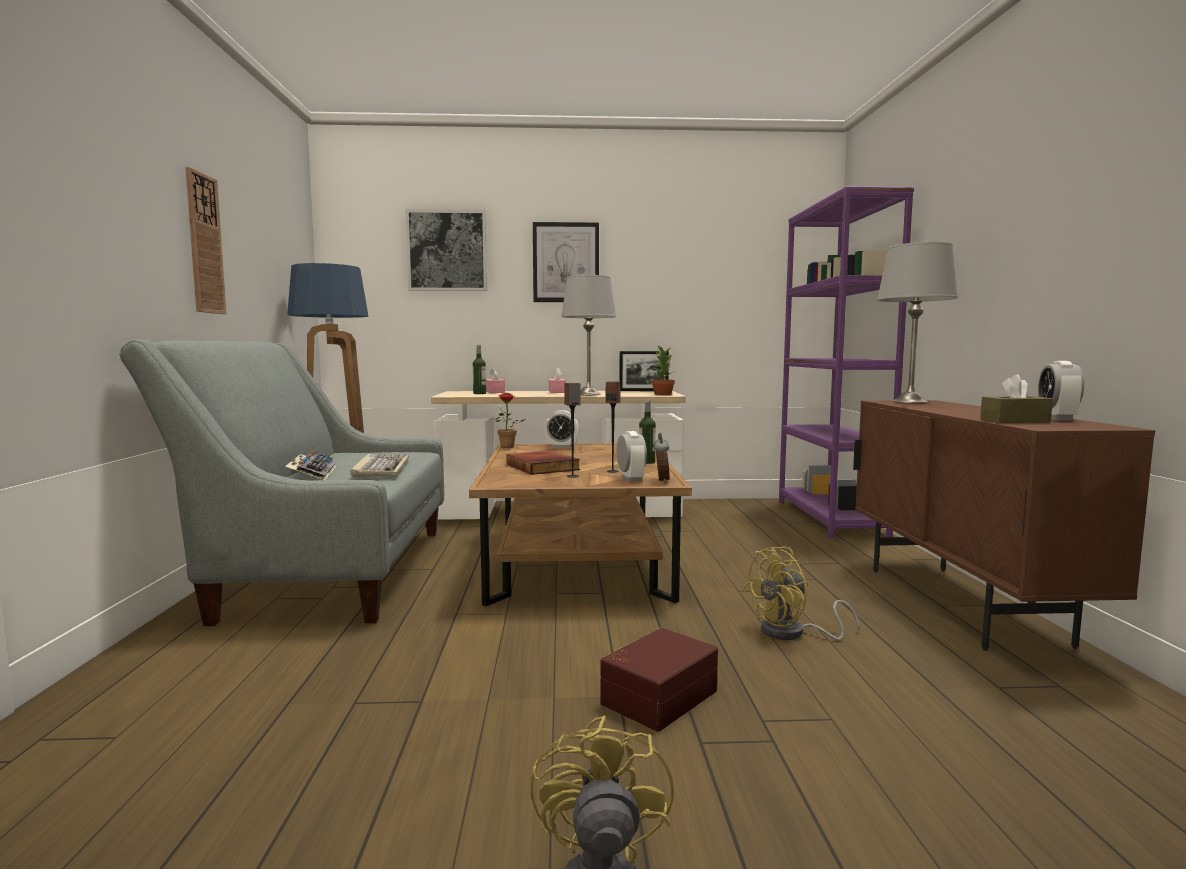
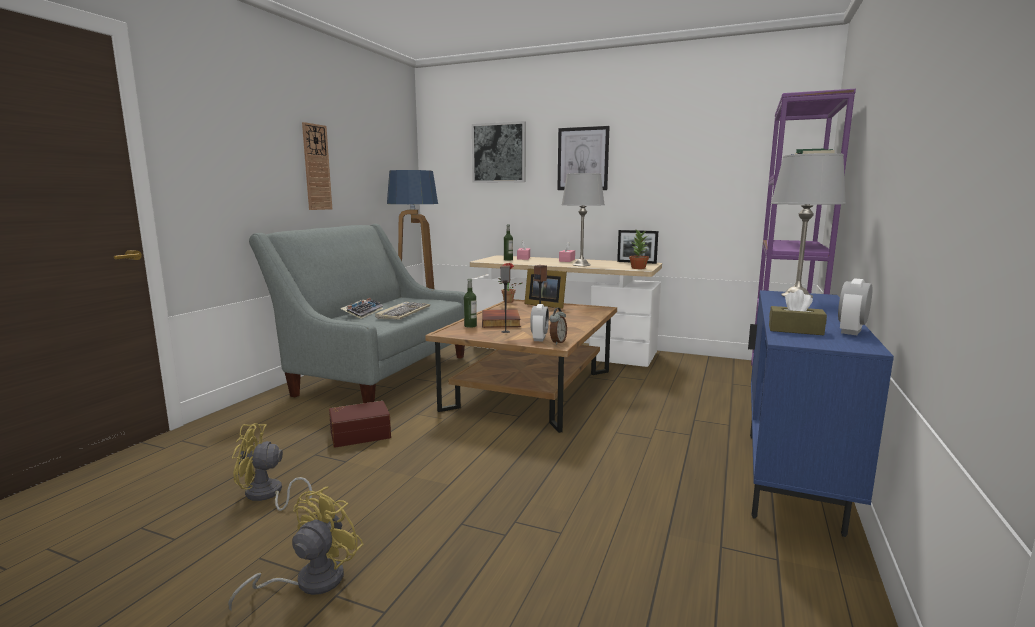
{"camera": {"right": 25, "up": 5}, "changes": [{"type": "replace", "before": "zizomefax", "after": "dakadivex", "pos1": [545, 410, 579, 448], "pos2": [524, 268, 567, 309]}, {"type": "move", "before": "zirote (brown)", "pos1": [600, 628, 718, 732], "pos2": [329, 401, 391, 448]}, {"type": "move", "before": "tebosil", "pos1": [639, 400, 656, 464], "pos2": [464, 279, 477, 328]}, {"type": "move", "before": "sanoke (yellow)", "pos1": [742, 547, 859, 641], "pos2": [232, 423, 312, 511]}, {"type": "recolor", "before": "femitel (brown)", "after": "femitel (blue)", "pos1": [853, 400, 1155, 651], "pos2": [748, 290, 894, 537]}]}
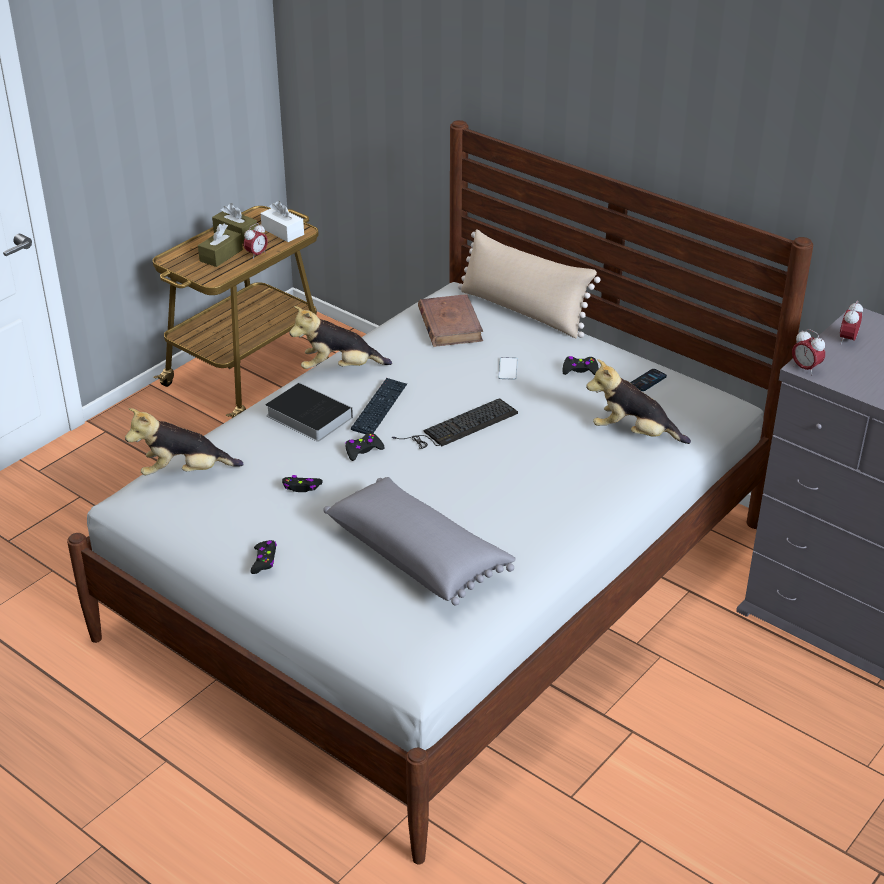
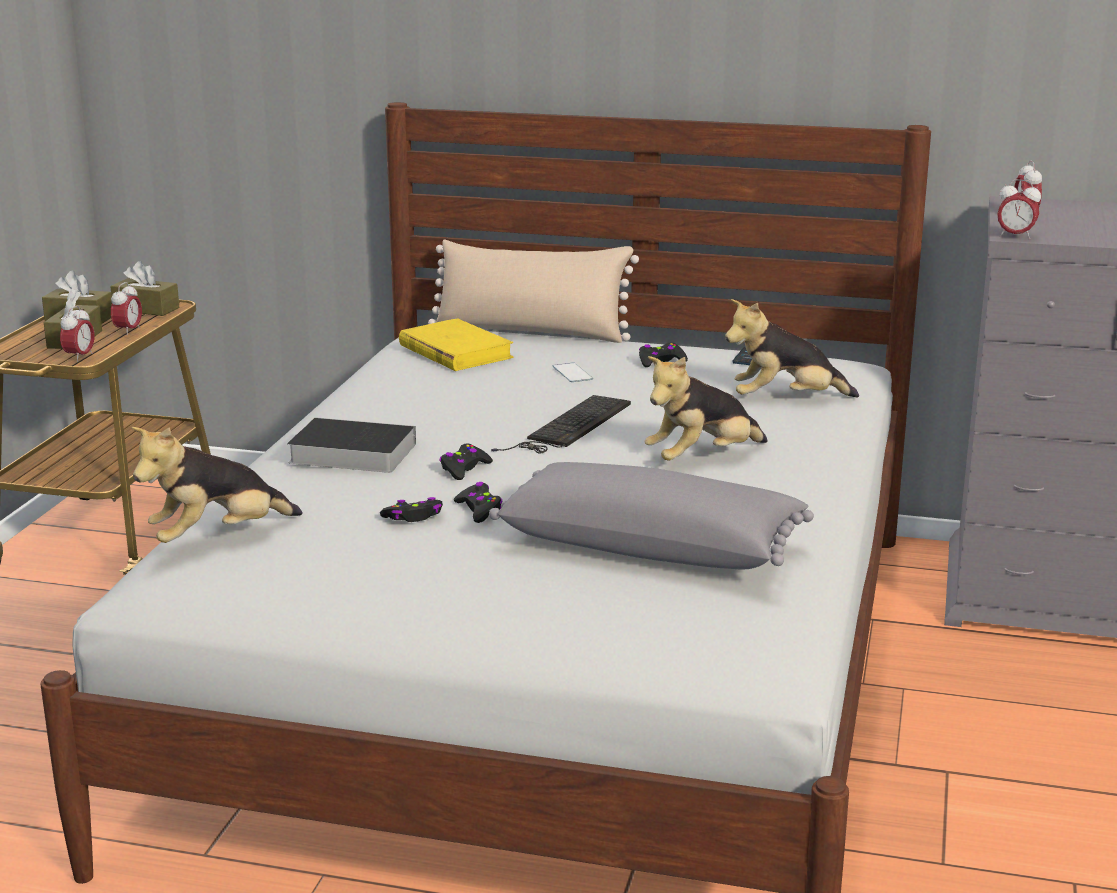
{"camera": {"right": -25, "up": -15}, "changes": [{"type": "move", "before": "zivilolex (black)", "pos1": [250, 540, 277, 574], "pos2": [454, 482, 503, 523]}, {"type": "recolor", "before": "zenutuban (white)", "after": "zenutuban (brown)", "pos1": [261, 201, 304, 242], "pos2": [110, 261, 179, 316]}, {"type": "move", "before": "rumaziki", "pos1": [289, 306, 392, 369], "pos2": [645, 356, 768, 461]}, {"type": "delete", "before": "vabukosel", "pos1": [351, 378, 407, 434]}, {"type": "recolor", "before": "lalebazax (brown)", "after": "lalebazax (yellow)", "pos1": [418, 294, 483, 347], "pos2": [399, 318, 514, 371]}, {"type": "insert", "after": "zizomefax", "pos2": [60, 306, 95, 362]}]}
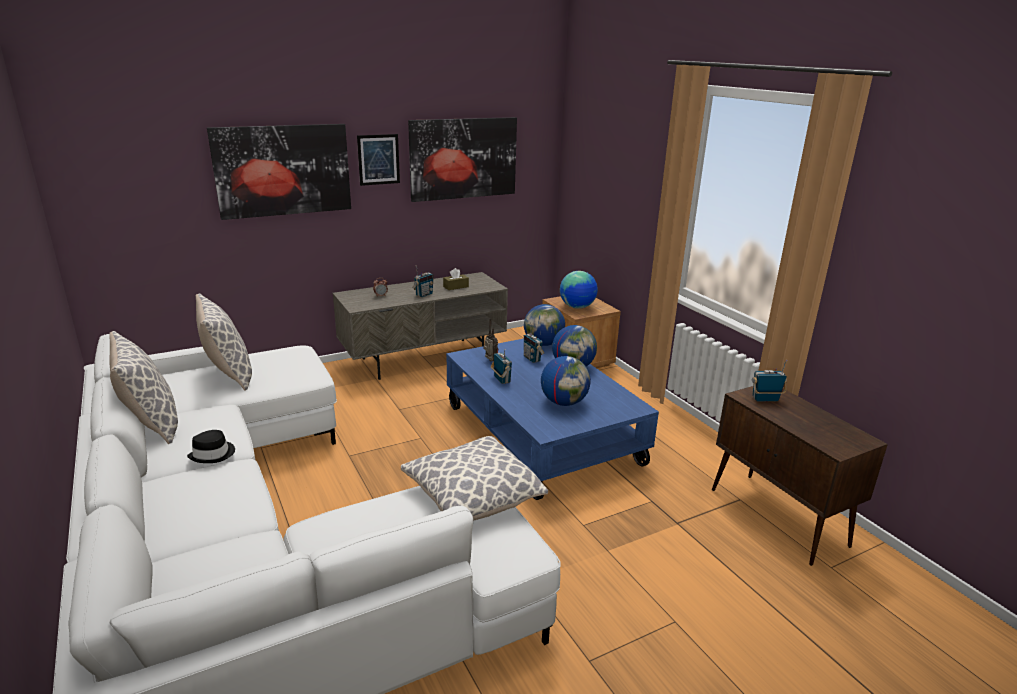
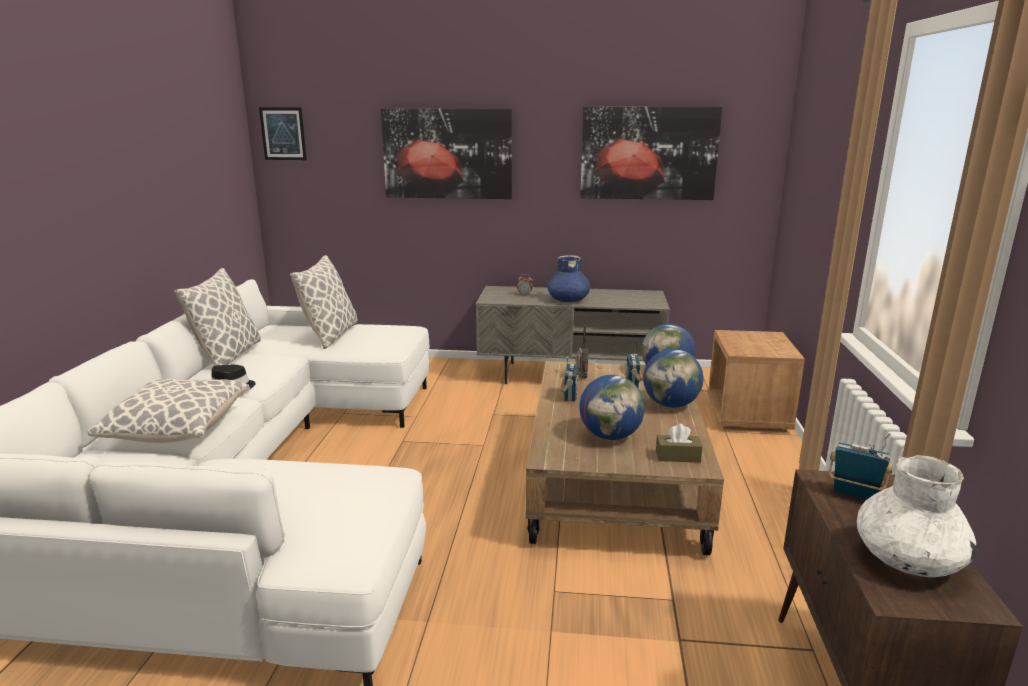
{"camera": {"right": 35, "up": -5}, "changes": [{"type": "move", "before": "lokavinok", "pos1": [357, 134, 400, 186], "pos2": [259, 107, 307, 160]}, {"type": "move", "before": "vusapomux", "pos1": [401, 436, 548, 521], "pos2": [87, 379, 250, 443]}, {"type": "replace", "before": "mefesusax", "after": "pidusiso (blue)", "pos1": [412, 266, 434, 297], "pos2": [548, 256, 590, 302]}, {"type": "move", "before": "zenutuban (brown)", "pos1": [443, 268, 469, 290], "pos2": [656, 424, 702, 463]}, {"type": "recolor", "before": "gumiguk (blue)", "after": "gumiguk (brown)", "pos1": [446, 339, 659, 500], "pos2": [526, 361, 724, 555]}, {"type": "delete", "before": "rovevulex", "pos1": [560, 271, 598, 309]}, {"type": "insert", "after": "pidusiso (white)", "pos2": [857, 455, 977, 577]}]}
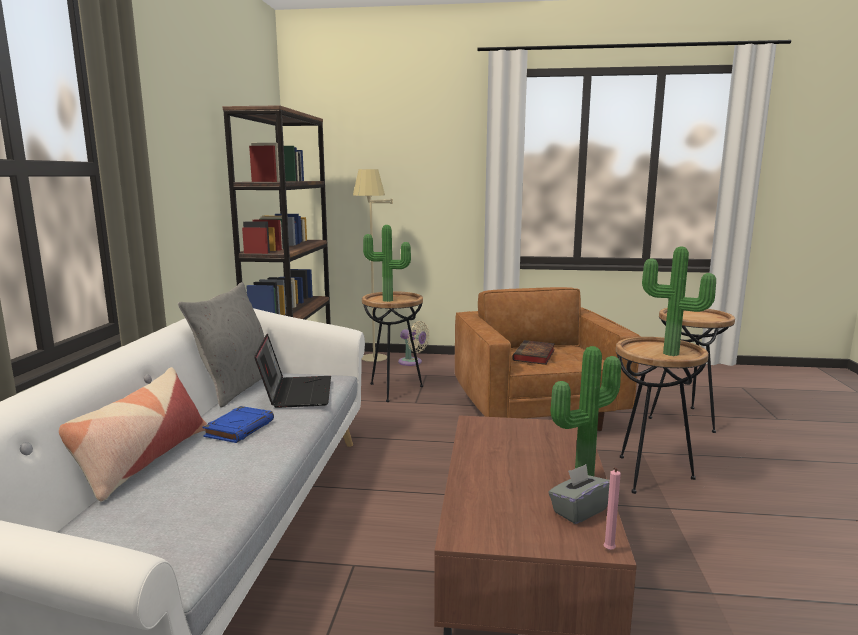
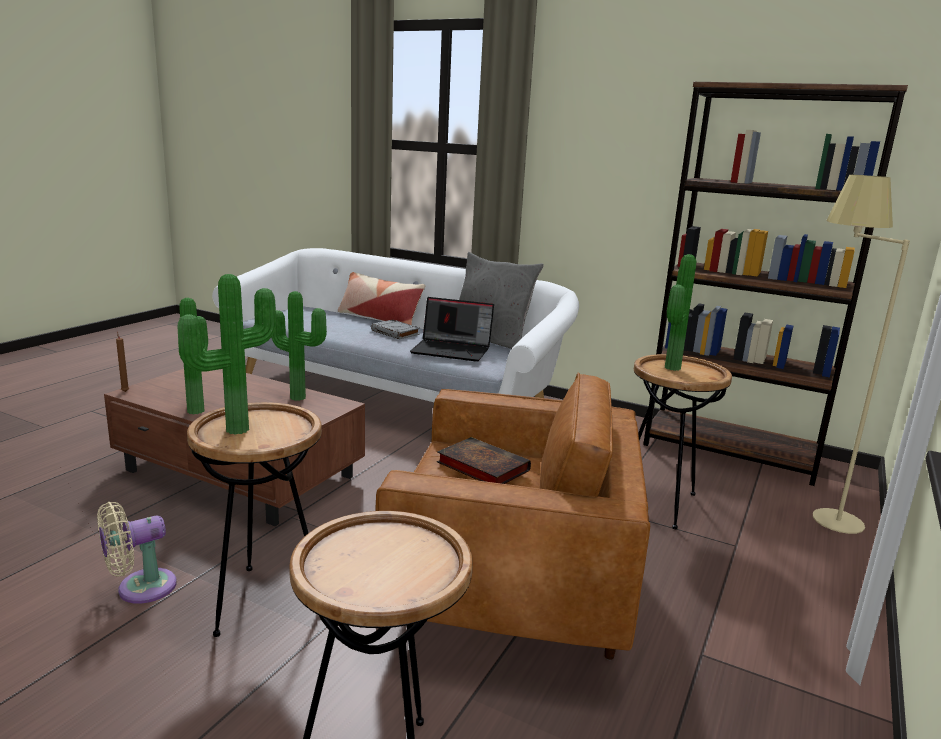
{"camera": {"right": 110, "up": 5}, "changes": [{"type": "recolor", "before": "lalebazax (blue)", "after": "lalebazax (grey)", "pos1": [202, 406, 274, 443], "pos2": [371, 320, 420, 339]}, {"type": "move", "before": "sanoke (beige)", "pos1": [398, 321, 429, 366], "pos2": [97, 502, 177, 604]}, {"type": "delete", "before": "zenutuban (grey)", "pos1": [548, 464, 610, 524]}, {"type": "recolor", "before": "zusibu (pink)", "after": "zusibu (brown)", "pos1": [604, 467, 621, 550], "pos2": [116, 331, 129, 392]}, {"type": "insert", "after": "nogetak", "pos2": [271, 291, 327, 401]}]}
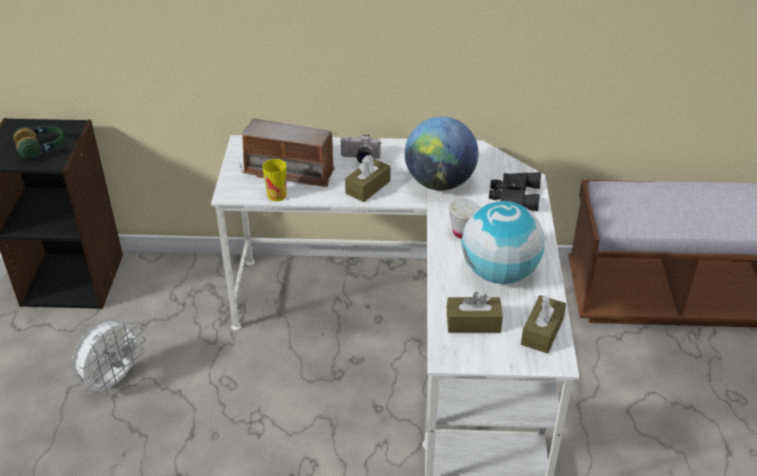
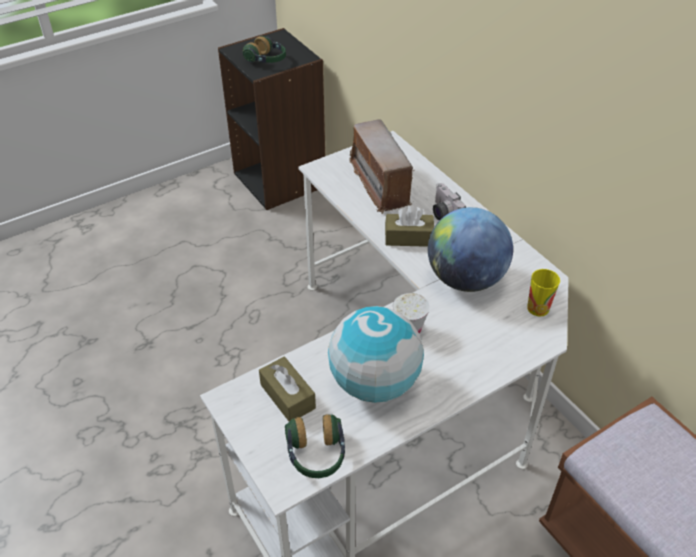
{"camera": {"right": 55, "up": 5}, "changes": [{"type": "delete", "before": "sanoke (white)", "pos1": [72, 317, 146, 396]}, {"type": "move", "before": "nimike", "pos1": [262, 159, 287, 201], "pos2": [527, 269, 560, 317]}, {"type": "delete", "before": "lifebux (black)", "pos1": [489, 172, 541, 211]}, {"type": "replace", "before": "zenutuban (brown)", "after": "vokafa", "pos1": [521, 295, 566, 354], "pos2": [285, 414, 345, 478]}]}
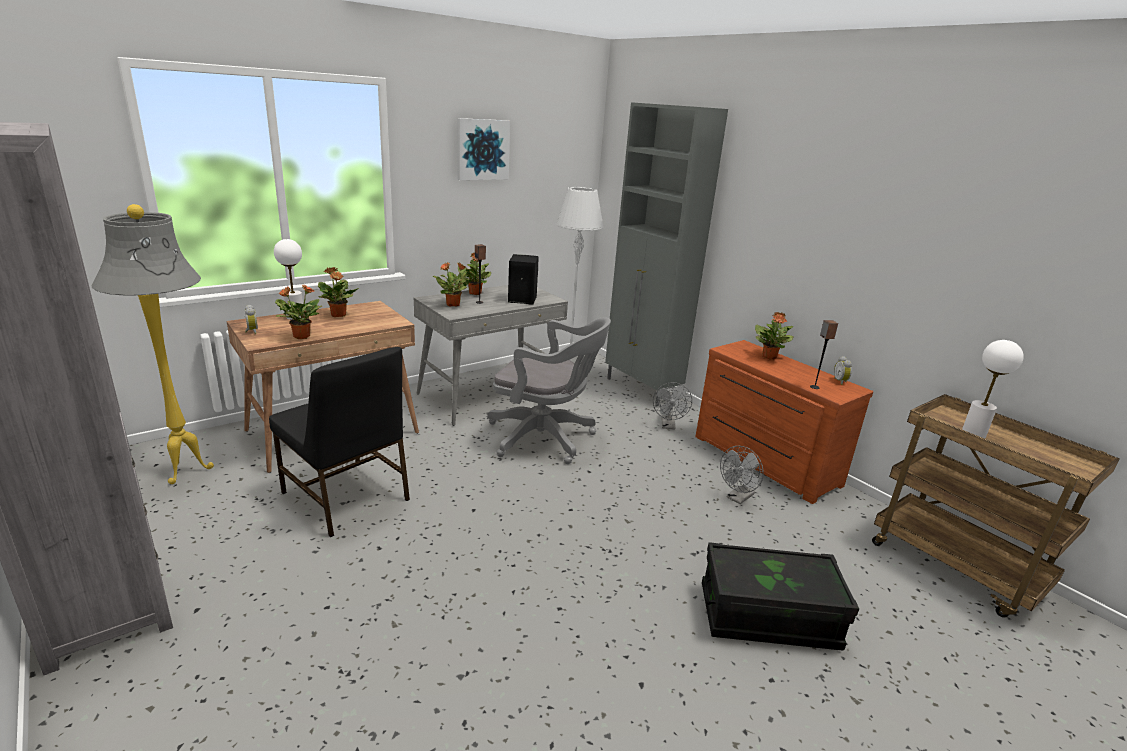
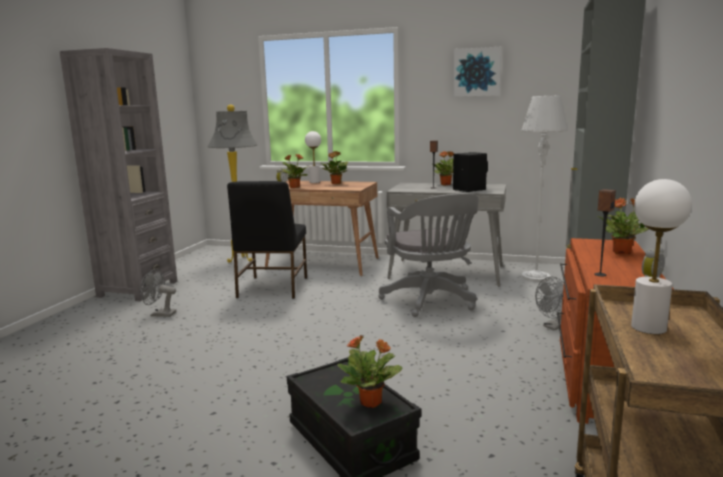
{"camera": {"right": 55, "up": -10}, "changes": [{"type": "move", "before": "nogetak", "pos1": [433, 262, 473, 307], "pos2": [337, 336, 402, 408]}, {"type": "move", "before": "sanoke (grey)", "pos1": [720, 446, 764, 504], "pos2": [140, 268, 176, 317]}]}
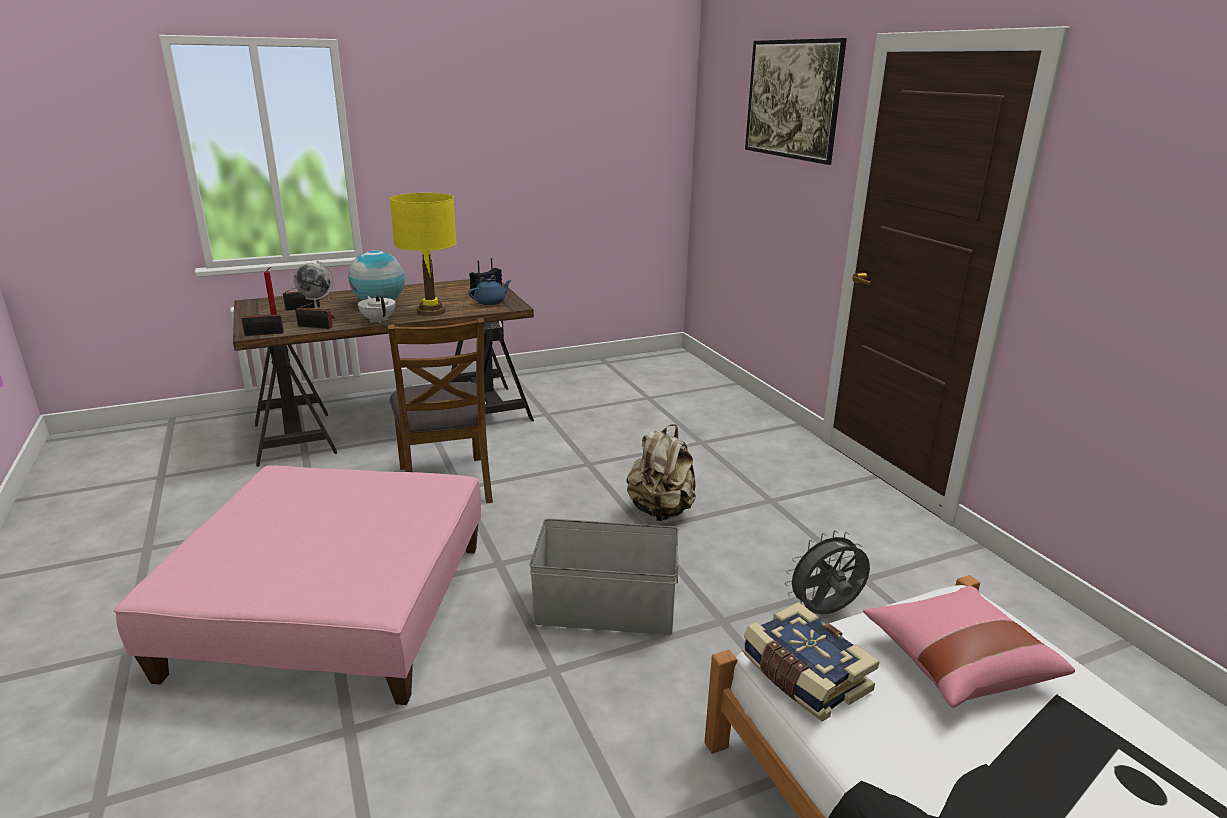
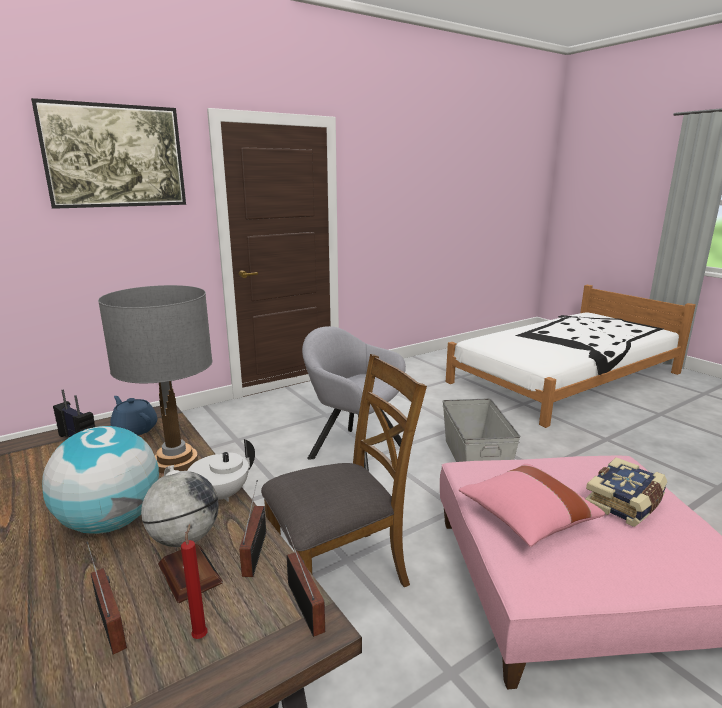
{"camera": {"right": -100, "up": -5}, "changes": [{"type": "recolor", "before": "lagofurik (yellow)", "after": "lagofurik (grey)", "pos1": [389, 193, 457, 316], "pos2": [98, 285, 212, 474]}, {"type": "replace", "before": "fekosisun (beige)", "after": "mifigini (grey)", "pos1": [627, 424, 696, 521], "pos2": [302, 326, 406, 471]}, {"type": "move", "before": "lalebazax", "pos1": [742, 602, 880, 722], "pos2": [585, 457, 667, 527]}, {"type": "delete", "before": "sanoke (grey)", "pos1": [785, 530, 870, 614]}, {"type": "move", "before": "vusapomux (pink)", "pos1": [863, 585, 1075, 708], "pos2": [459, 464, 605, 547]}]}
